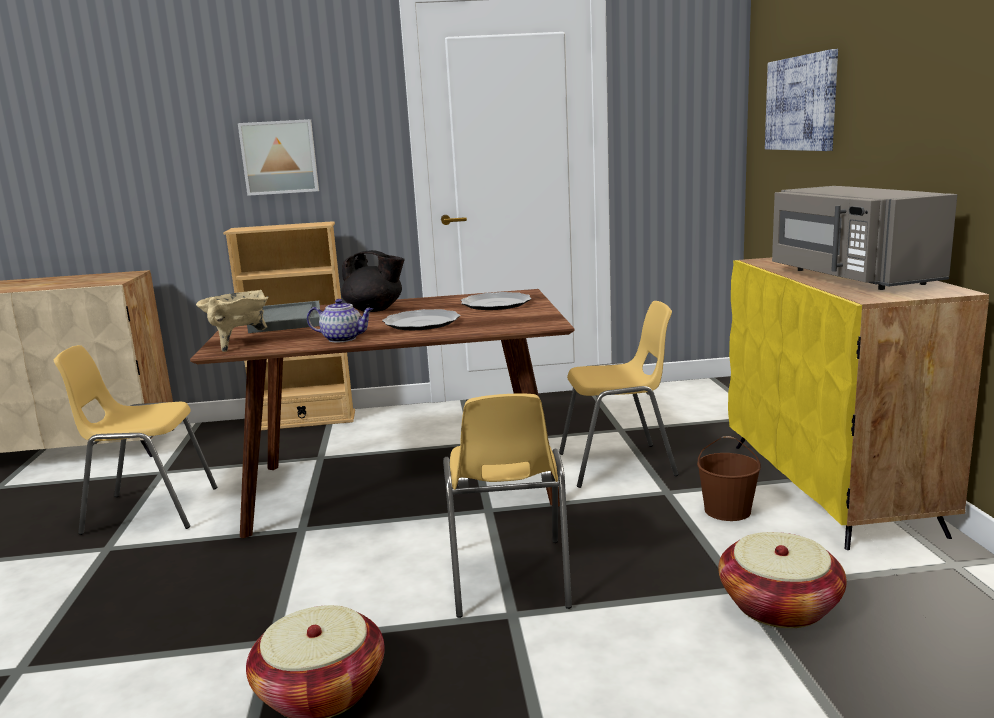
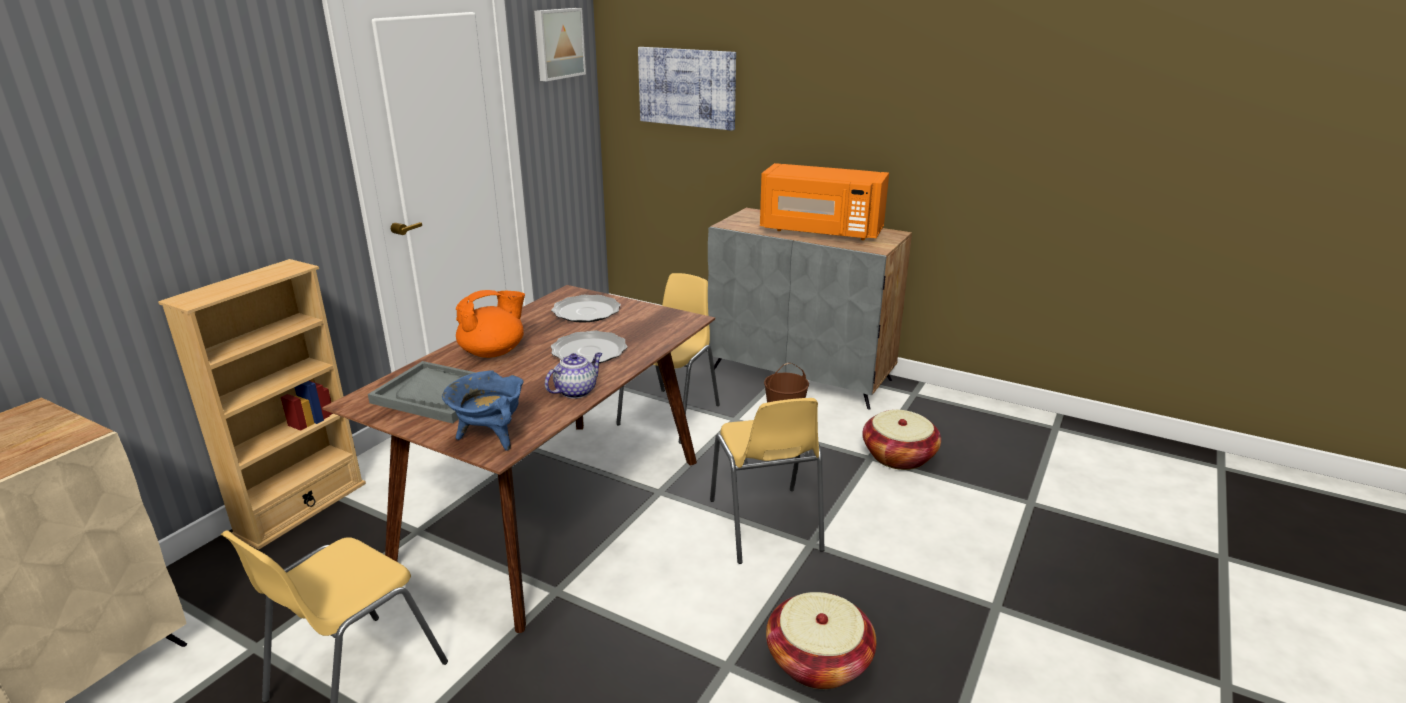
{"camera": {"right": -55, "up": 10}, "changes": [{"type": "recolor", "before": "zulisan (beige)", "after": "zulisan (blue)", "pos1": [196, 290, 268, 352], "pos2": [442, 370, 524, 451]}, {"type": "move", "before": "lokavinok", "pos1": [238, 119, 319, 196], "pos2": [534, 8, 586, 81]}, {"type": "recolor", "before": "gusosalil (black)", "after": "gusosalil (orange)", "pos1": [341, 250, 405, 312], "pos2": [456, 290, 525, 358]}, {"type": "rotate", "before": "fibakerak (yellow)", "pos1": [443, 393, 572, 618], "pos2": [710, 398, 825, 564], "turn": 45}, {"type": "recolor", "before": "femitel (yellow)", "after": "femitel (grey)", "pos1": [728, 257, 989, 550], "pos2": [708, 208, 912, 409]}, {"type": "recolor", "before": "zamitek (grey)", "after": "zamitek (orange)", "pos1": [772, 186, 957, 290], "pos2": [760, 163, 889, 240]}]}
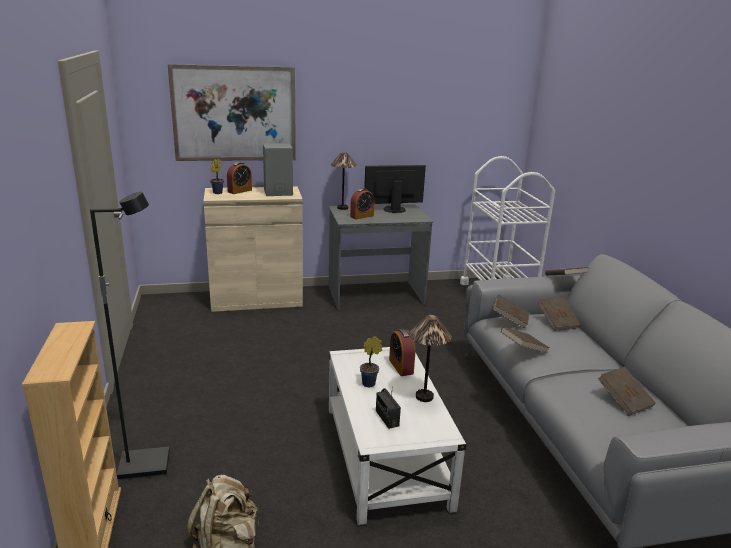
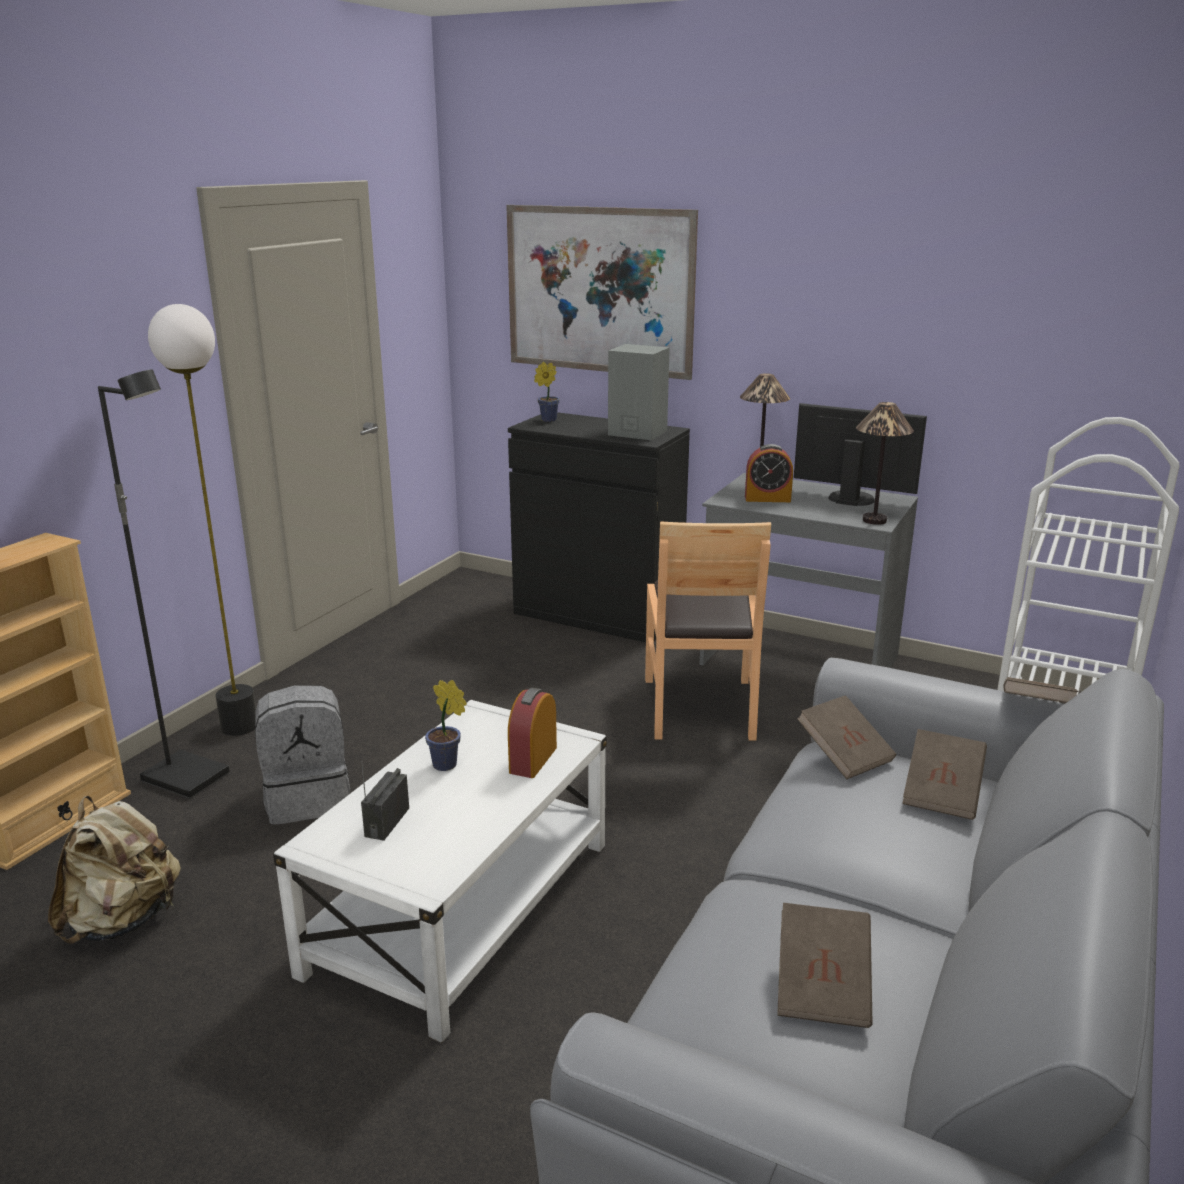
{"camera": {"right": 40, "up": 0}, "changes": [{"type": "recolor", "before": "femitel (beige)", "after": "femitel (black)", "pos1": [203, 186, 303, 312], "pos2": [508, 412, 690, 642]}, {"type": "delete", "before": "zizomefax", "pos1": [227, 162, 252, 194]}, {"type": "move", "before": "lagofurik", "pos1": [409, 315, 452, 402], "pos2": [856, 402, 914, 525]}, {"type": "delete", "before": "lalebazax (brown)", "pos1": [501, 327, 550, 353]}, {"type": "insert", "after": "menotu", "pos2": [148, 304, 256, 736]}, {"type": "insert", "after": "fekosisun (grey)", "pos2": [255, 685, 350, 825]}, {"type": "insert", "after": "fibakerak (brown)", "pos2": [645, 521, 771, 741]}]}
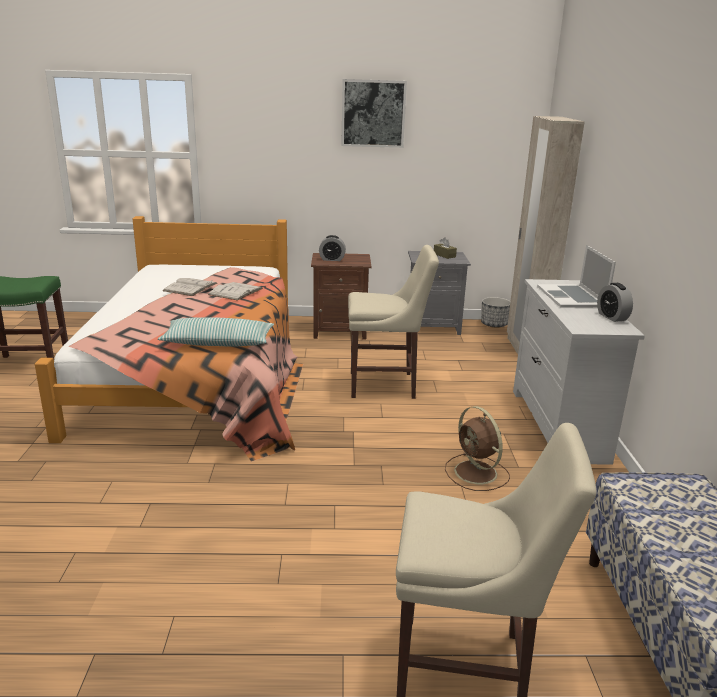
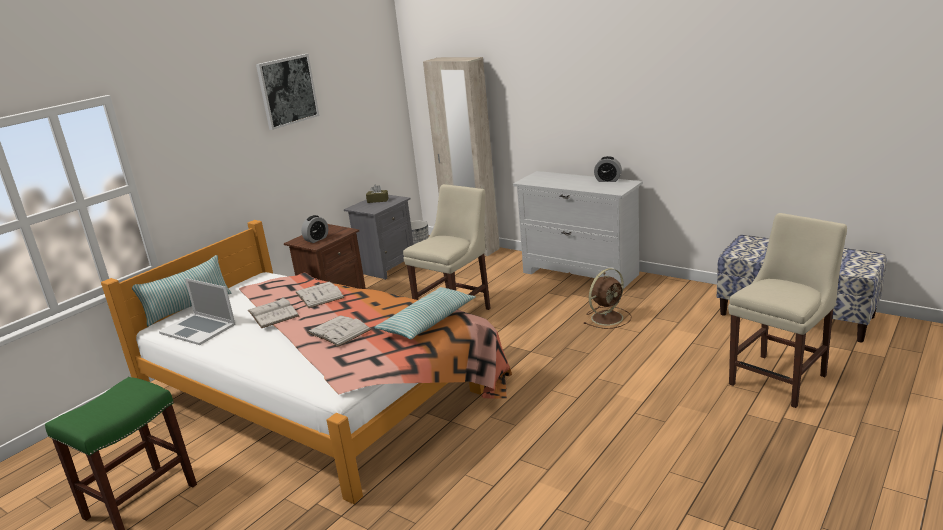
{"camera": {"right": -50, "up": 0}, "changes": [{"type": "rotate", "before": "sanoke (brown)", "pos1": [445, 406, 510, 491], "pos2": [584, 268, 631, 329], "turn": -45}, {"type": "move", "before": "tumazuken", "pos1": [537, 245, 616, 307], "pos2": [159, 278, 236, 345]}, {"type": "insert", "after": "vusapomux", "pos2": [132, 255, 232, 326]}, {"type": "insert", "after": "lalebazax (white)", "pos2": [307, 315, 372, 347]}]}
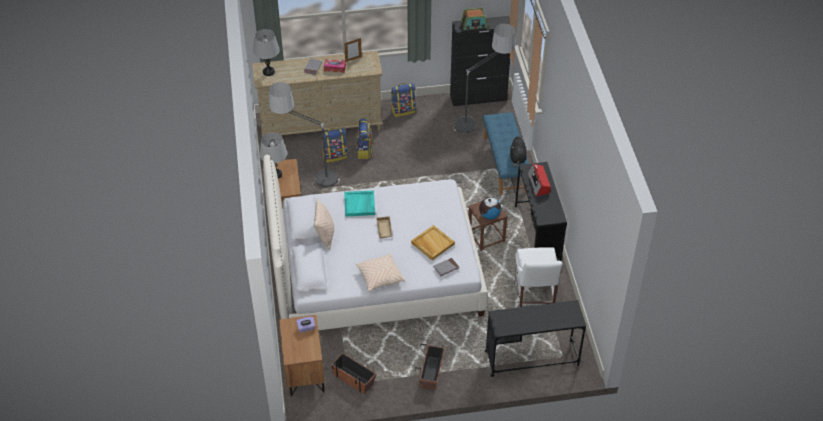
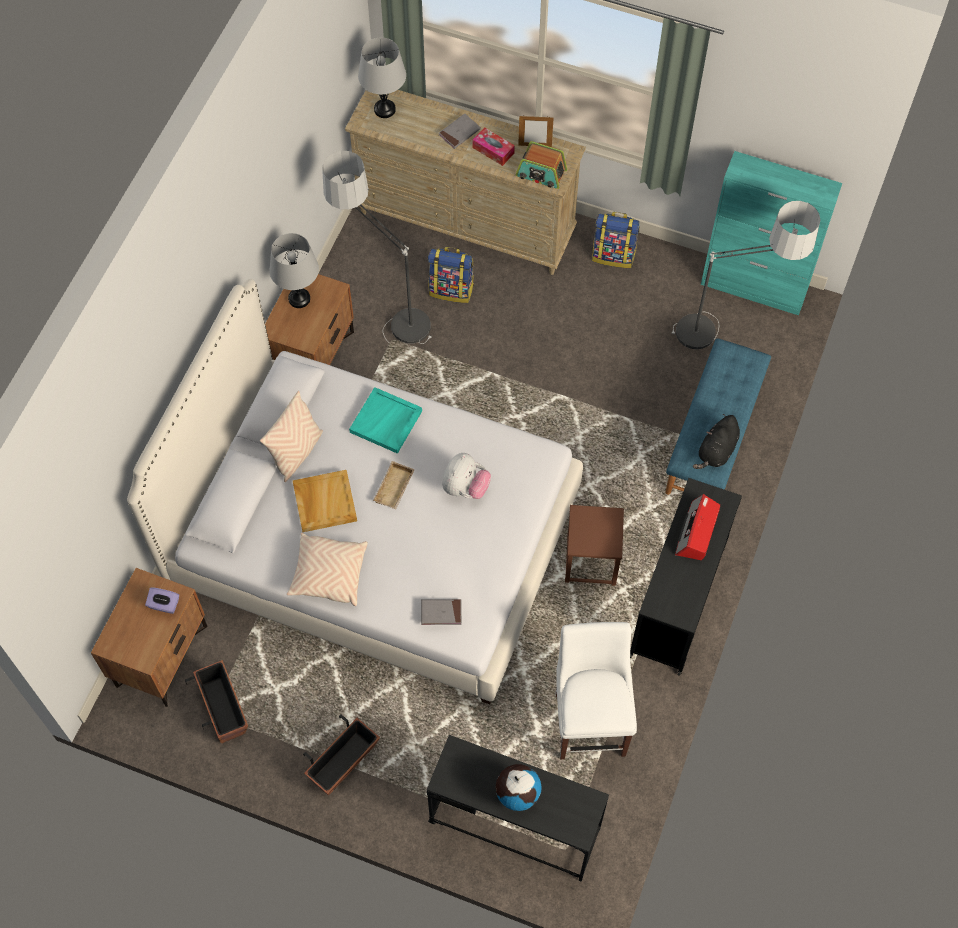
{"camera": {"right": 30, "up": 15}, "changes": [{"type": "delete", "before": "fekosisun", "pos1": [356, 119, 373, 159]}, {"type": "move", "before": "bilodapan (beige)", "pos1": [411, 225, 455, 261], "pos2": [292, 470, 357, 532]}, {"type": "recolor", "before": "femitel (black)", "after": "femitel (turquoise)", "pos1": [450, 16, 510, 106], "pos2": [701, 151, 842, 315]}, {"type": "move", "before": "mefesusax", "pos1": [461, 8, 488, 30], "pos2": [515, 141, 567, 189]}, {"type": "move", "before": "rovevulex", "pos1": [479, 197, 501, 219], "pos2": [496, 764, 542, 811]}, {"type": "rotate", "before": "fibakerak (white)", "pos1": [515, 247, 562, 307], "pos2": [556, 622, 637, 759], "turn": 150}, {"type": "insert", "after": "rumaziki", "pos2": [442, 453, 491, 499]}]}
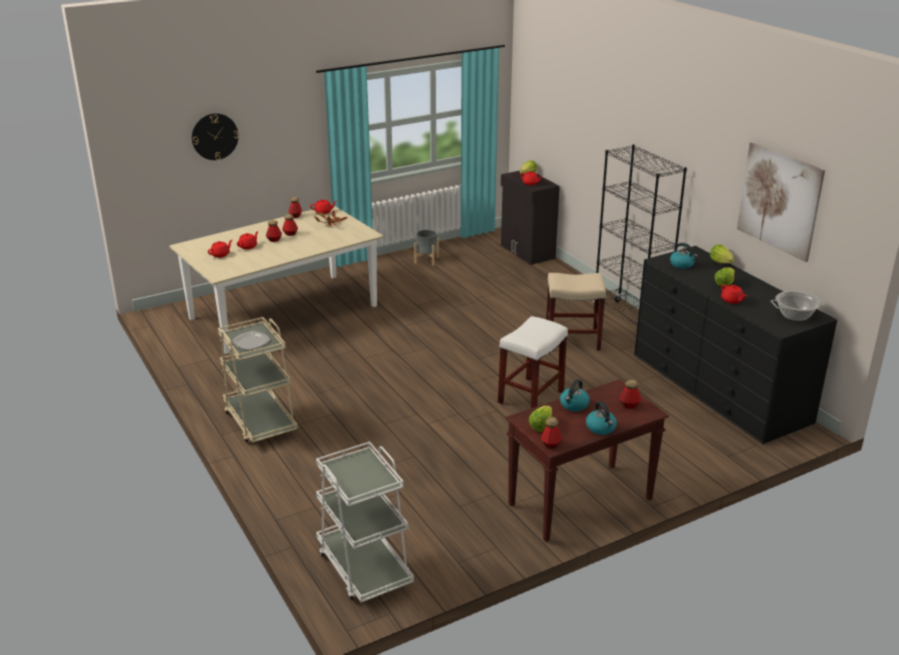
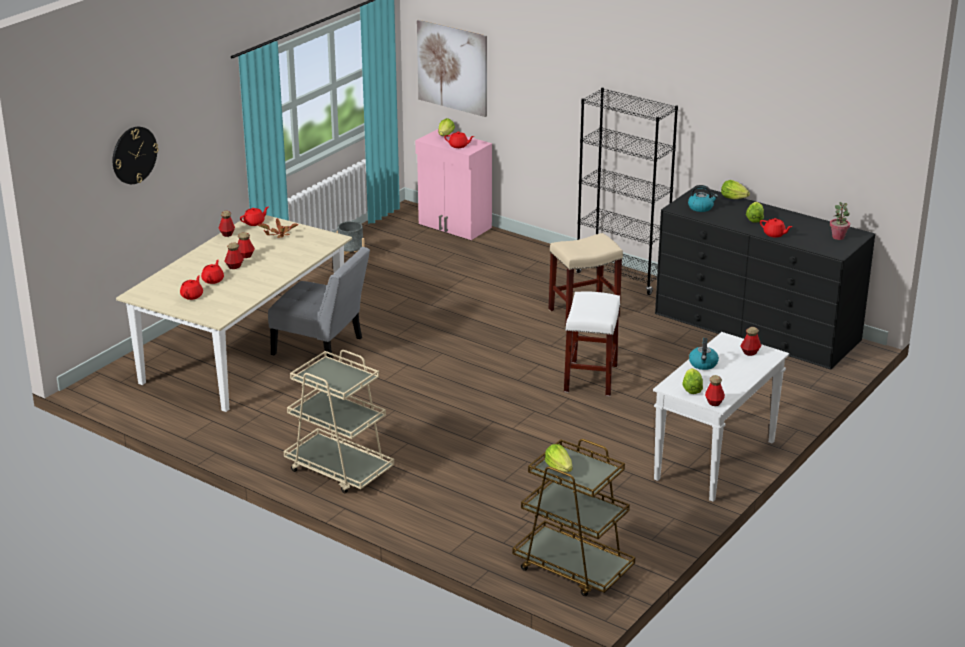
{"camera": {"right": -25, "up": 0}, "changes": [{"type": "delete", "before": "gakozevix", "pos1": [231, 331, 271, 350]}, {"type": "recolor", "before": "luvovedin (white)", "after": "luvovedin (brown)", "pos1": [316, 442, 414, 603], "pos2": [513, 439, 635, 596]}, {"type": "recolor", "before": "femitel (black)", "after": "femitel (pink)", "pos1": [501, 171, 560, 265], "pos2": [415, 129, 492, 240]}, {"type": "recolor", "before": "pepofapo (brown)", "after": "pepofapo (white)", "pos1": [506, 379, 669, 542], "pos2": [653, 332, 789, 502]}, {"type": "delete", "before": "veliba", "pos1": [586, 401, 617, 435]}, {"type": "move", "before": "lokavinok", "pos1": [737, 142, 825, 262], "pos2": [417, 20, 487, 117]}, {"type": "replace", "before": "zulisan", "after": "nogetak", "pos1": [771, 291, 824, 321], "pos2": [830, 202, 850, 240]}, {"type": "insert", "after": "fibakerak (grey)", "pos2": [268, 247, 370, 358]}, {"type": "insert", "after": "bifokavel", "pos2": [545, 444, 573, 472]}]}
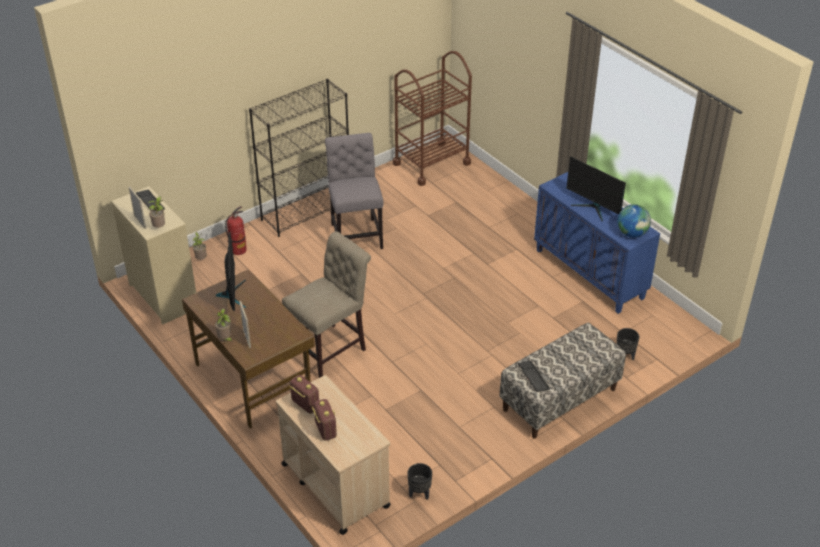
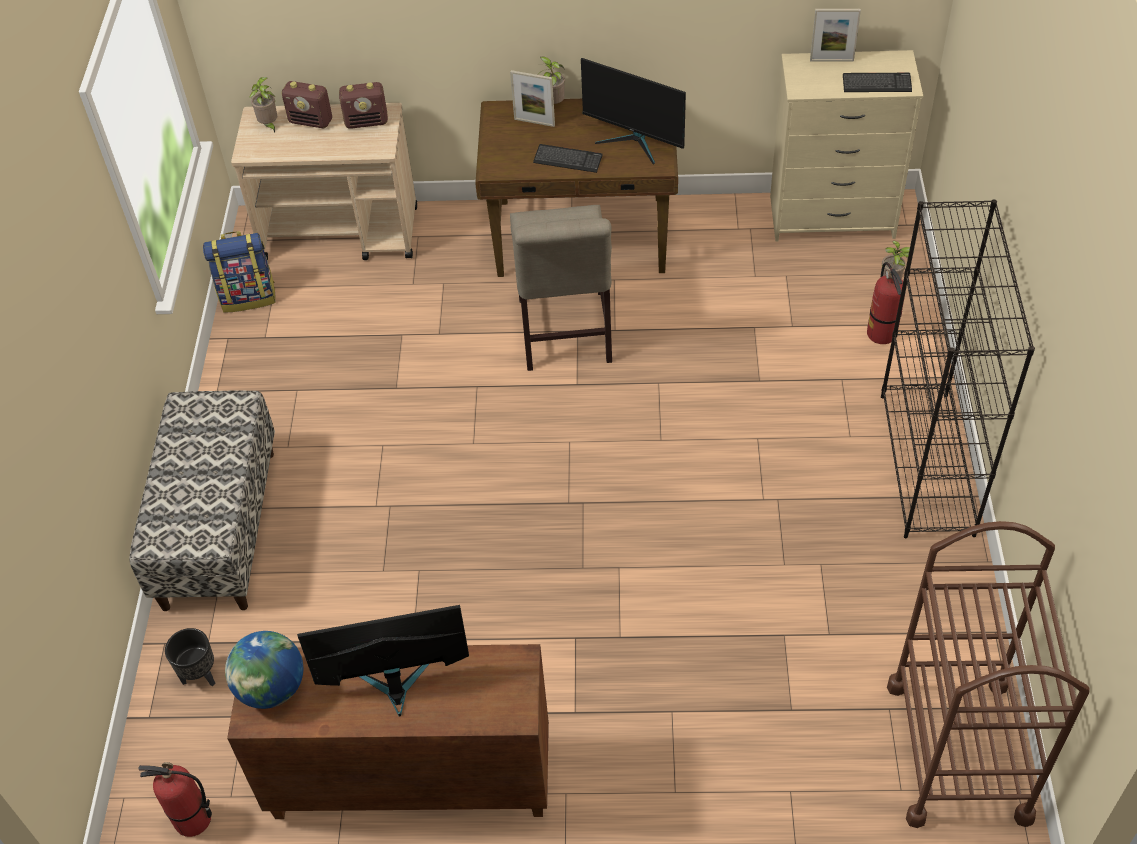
{"camera": {"right": 130, "up": 10}, "changes": [{"type": "move", "before": "nogetak", "pos1": [148, 196, 165, 228], "pos2": [250, 77, 277, 133]}, {"type": "delete", "before": "fibakerak (grey)", "pos1": [325, 133, 384, 249]}, {"type": "replace", "before": "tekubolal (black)", "after": "fekosisun", "pos1": [407, 463, 432, 500], "pos2": [203, 231, 276, 313]}, {"type": "move", "before": "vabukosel", "pos1": [518, 361, 550, 392], "pos2": [533, 144, 603, 173]}, {"type": "recolor", "before": "femitel (blue)", "after": "femitel (brown)", "pos1": [534, 172, 660, 314], "pos2": [227, 644, 549, 819]}, {"type": "insert", "after": "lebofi", "pos2": [138, 762, 212, 837]}]}
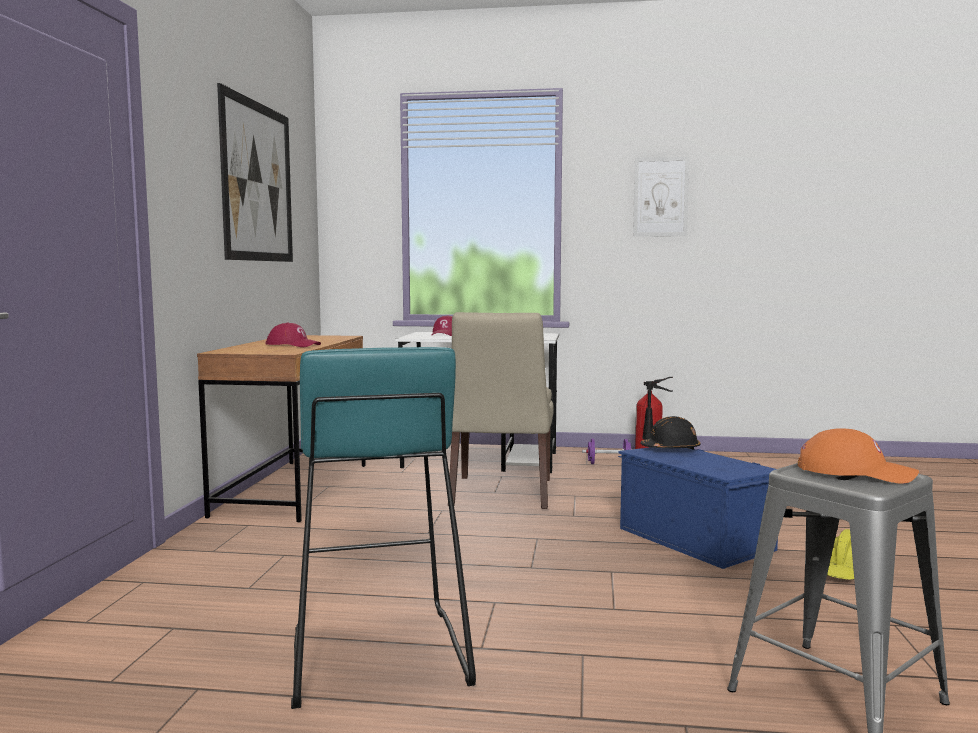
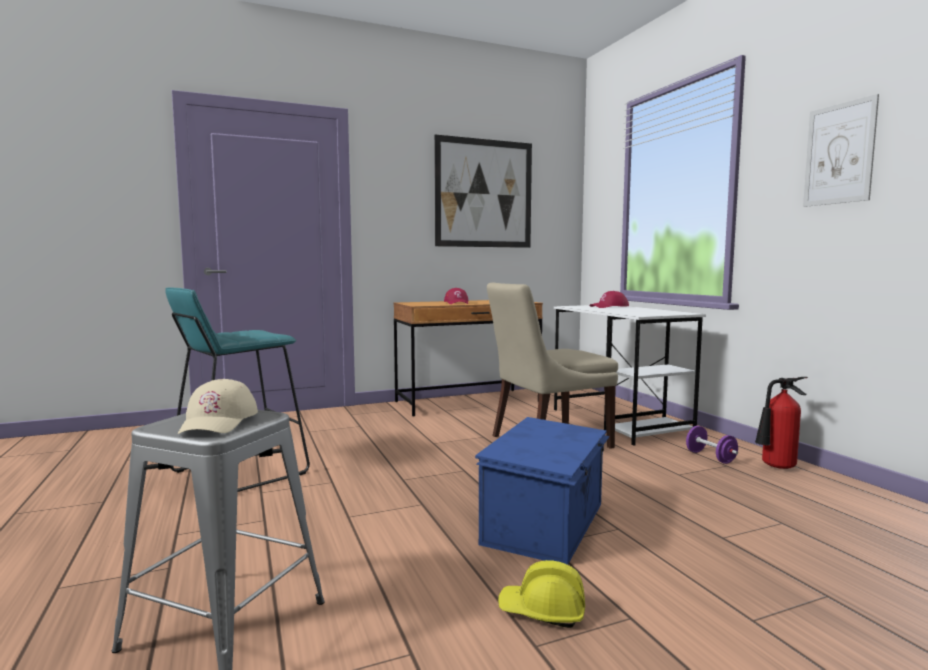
{"camera": {"right": 60, "up": 0}, "changes": [{"type": "delete", "before": "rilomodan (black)", "pos1": [640, 416, 700, 450]}, {"type": "recolor", "before": "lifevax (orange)", "after": "lifevax (beige)", "pos1": [798, 428, 919, 484], "pos2": [178, 379, 258, 434]}]}
